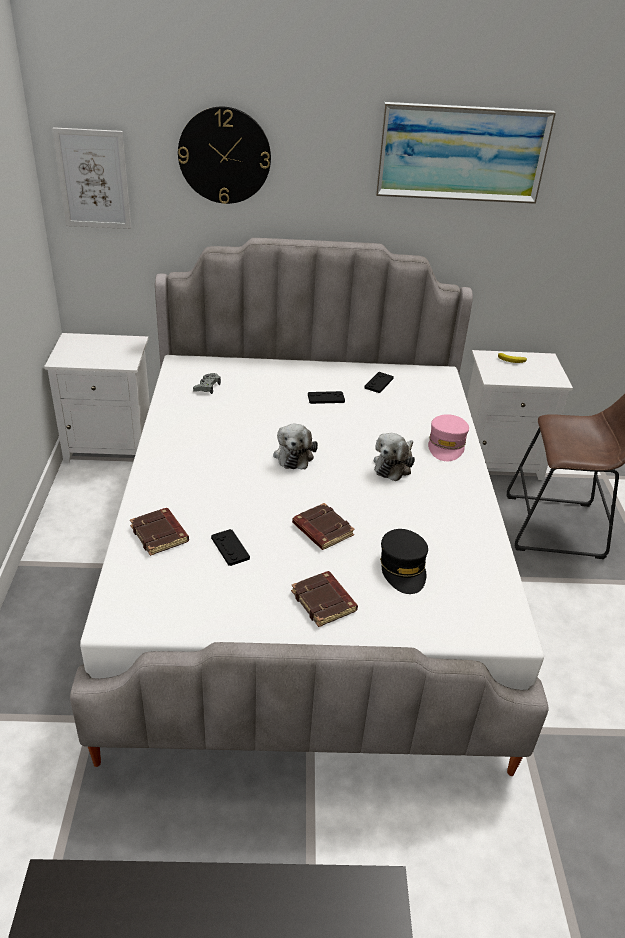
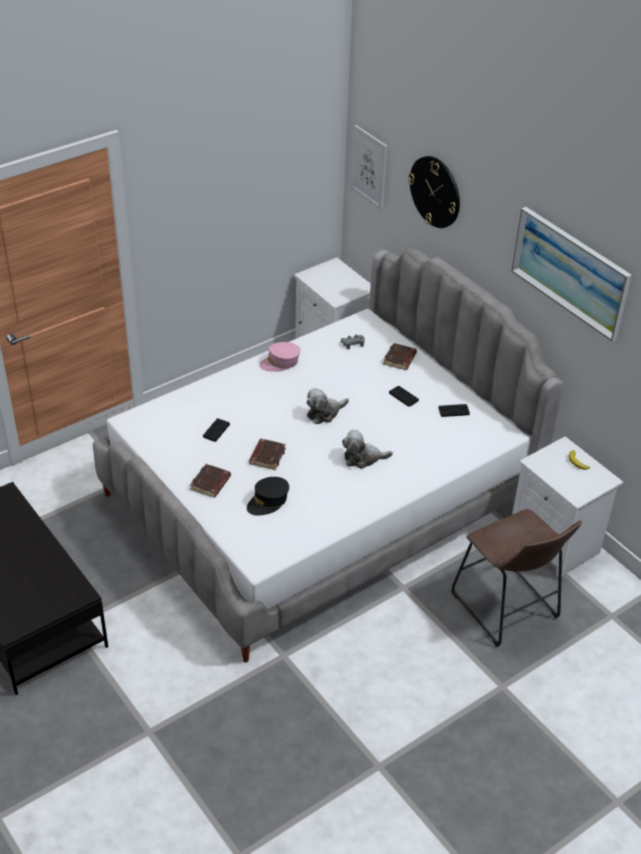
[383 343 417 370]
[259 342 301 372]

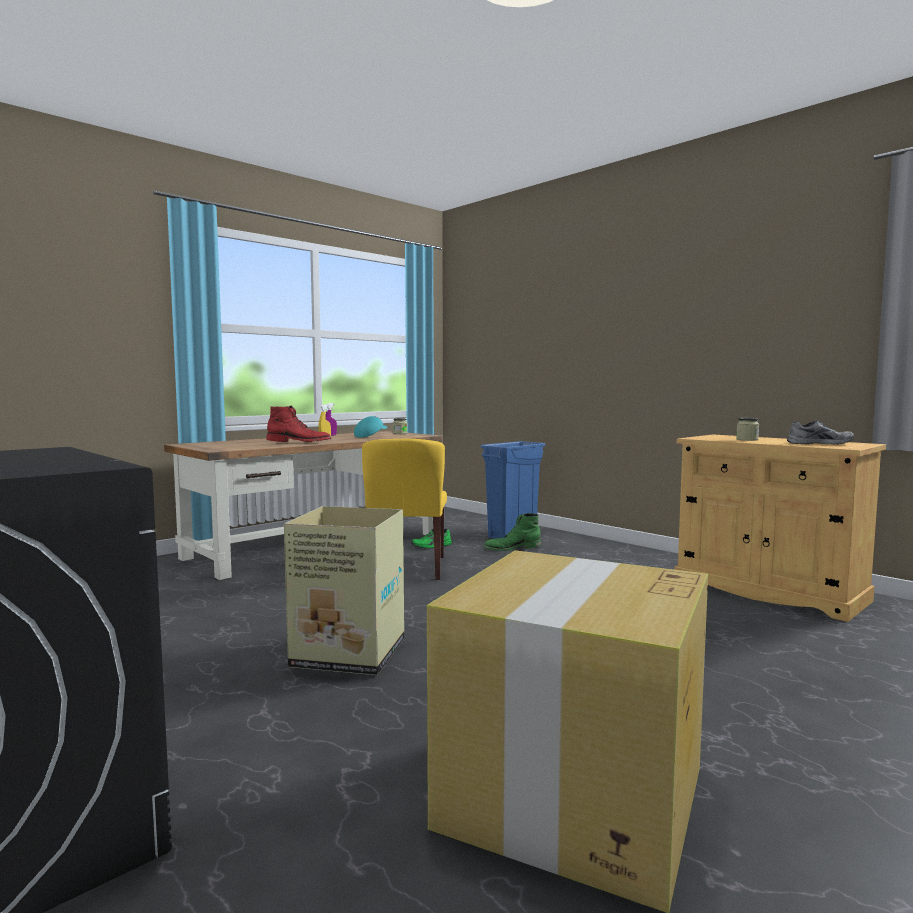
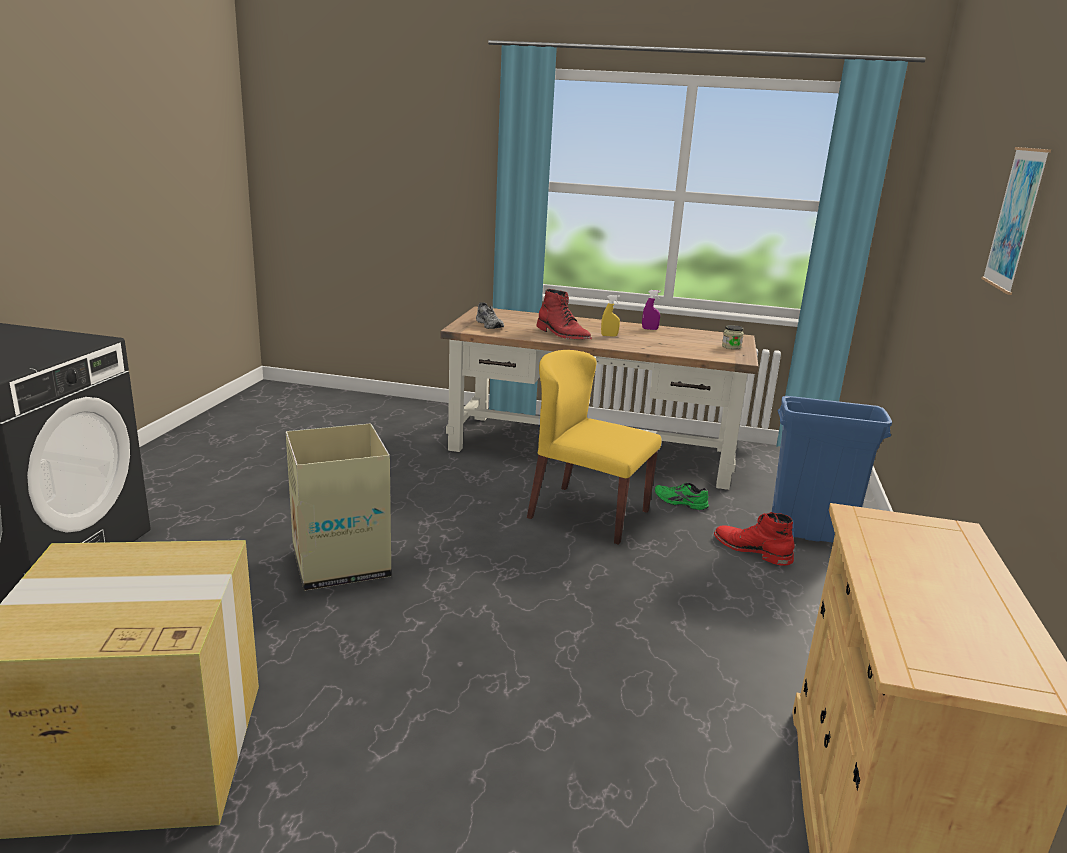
[354 416 387 438] (first image)
[736 418 759 441] (first image)
[981 147 1051 295]
[476 302 504 329]
[714 512 794 566]
[527 350 661 545]

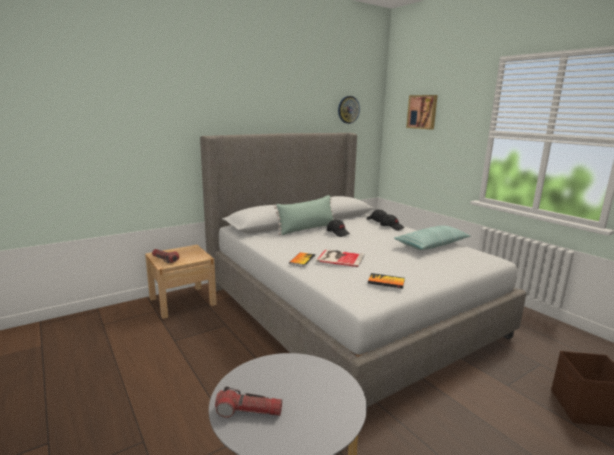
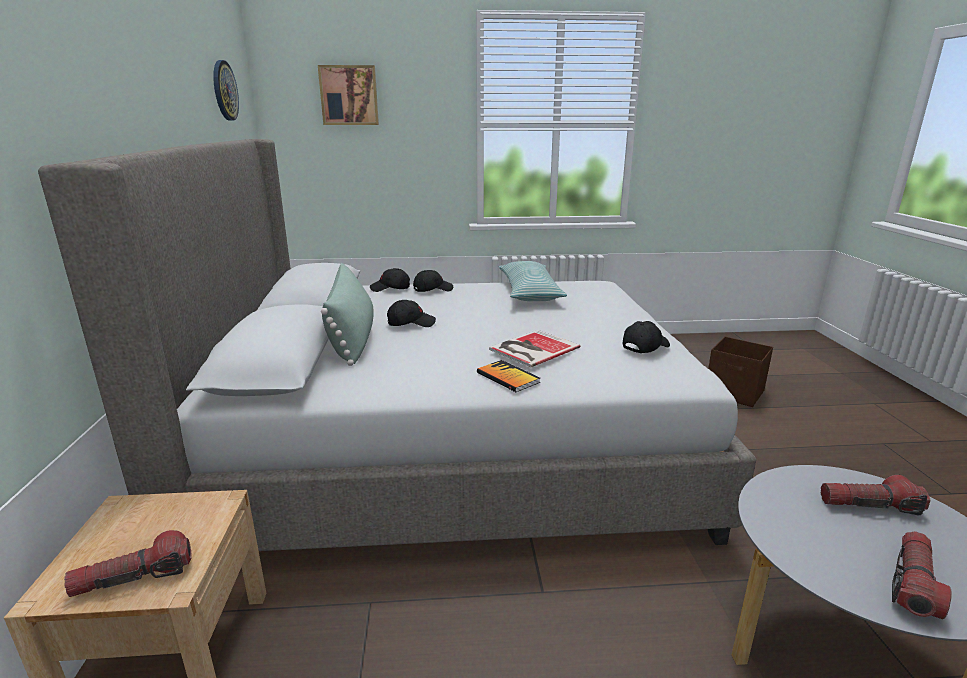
[821 475 930 515]
[623 321 670 353]

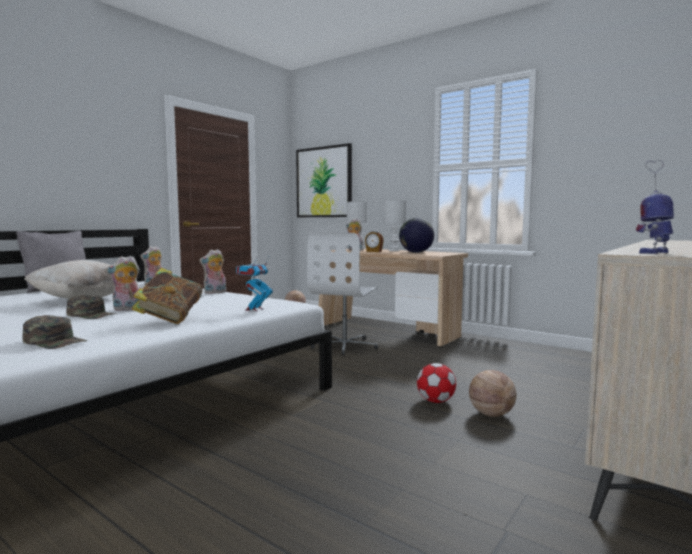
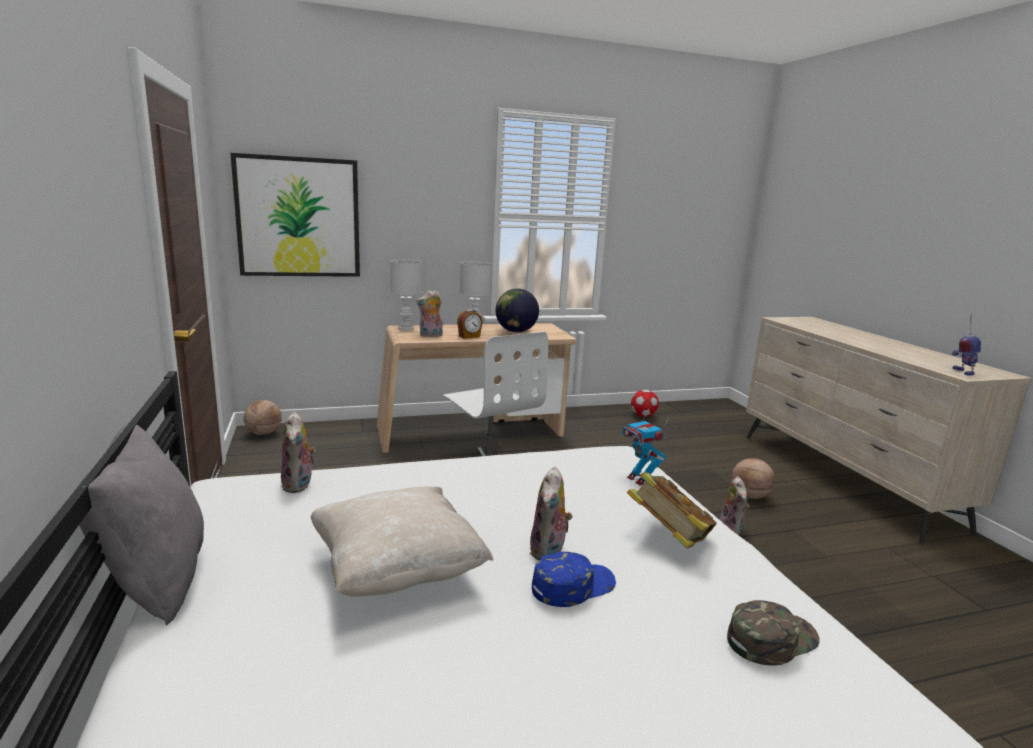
[720 476 749 535]
[631 390 659 417]
[532 552 616 607]

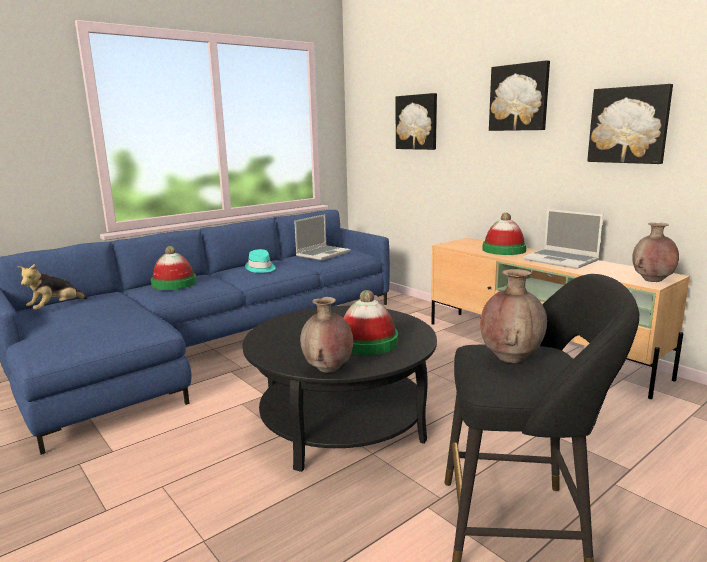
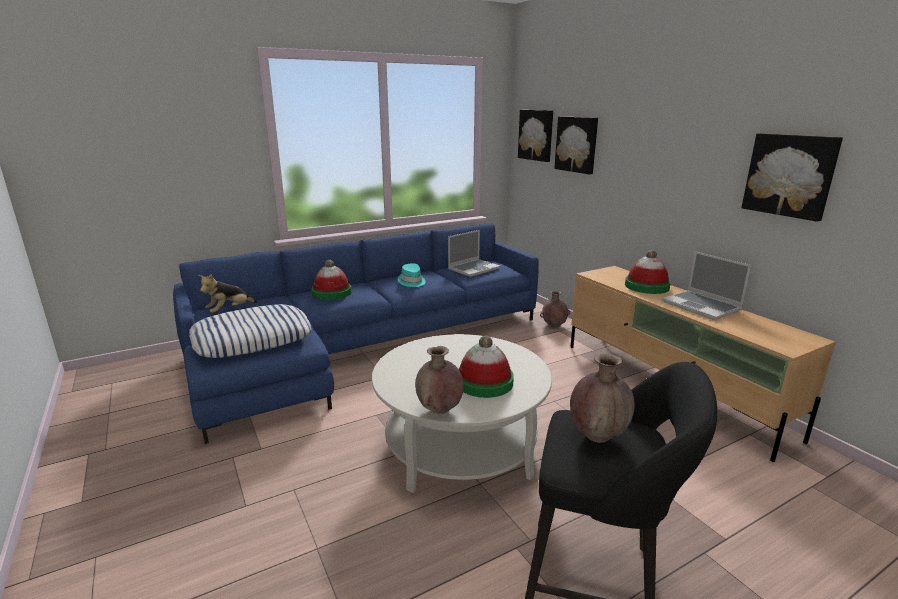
[189 304 312 358]
[518 110 553 162]
[540 290 570 328]
[372 334 552 493]

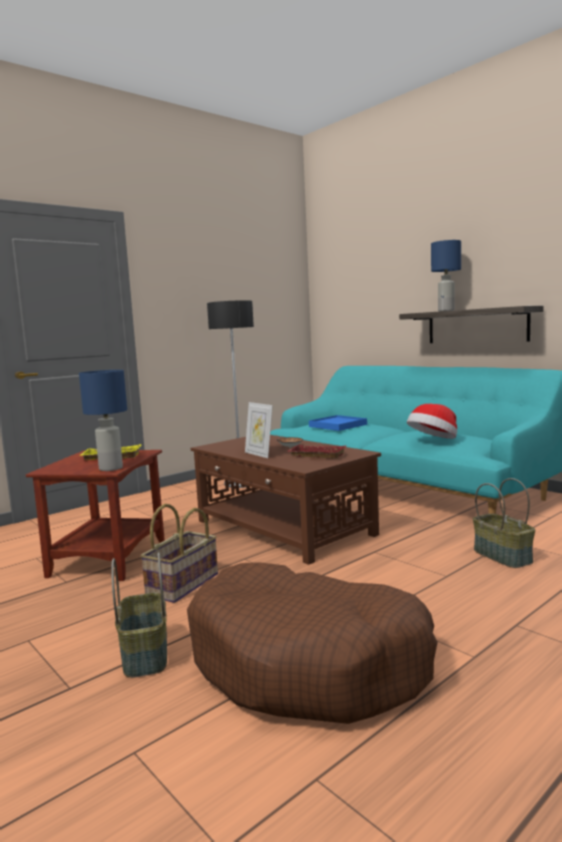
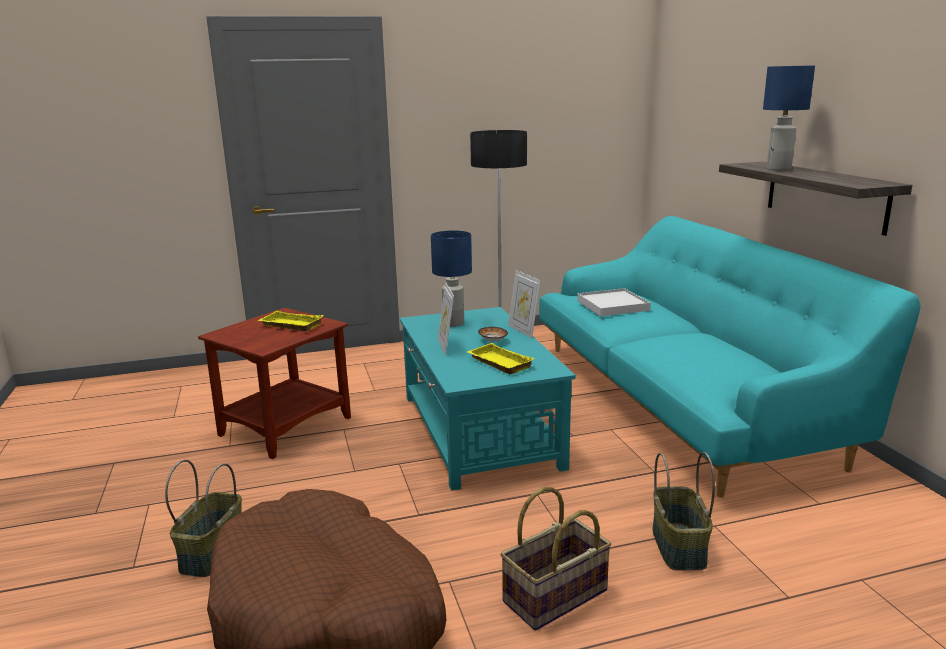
[407 404 457 439] (first image)
[508 270 541 338]
[431 231 472 327]
[500 487 611 631]
[400 307 576 491]
[467 343 534 374]
[577 288 651 317]

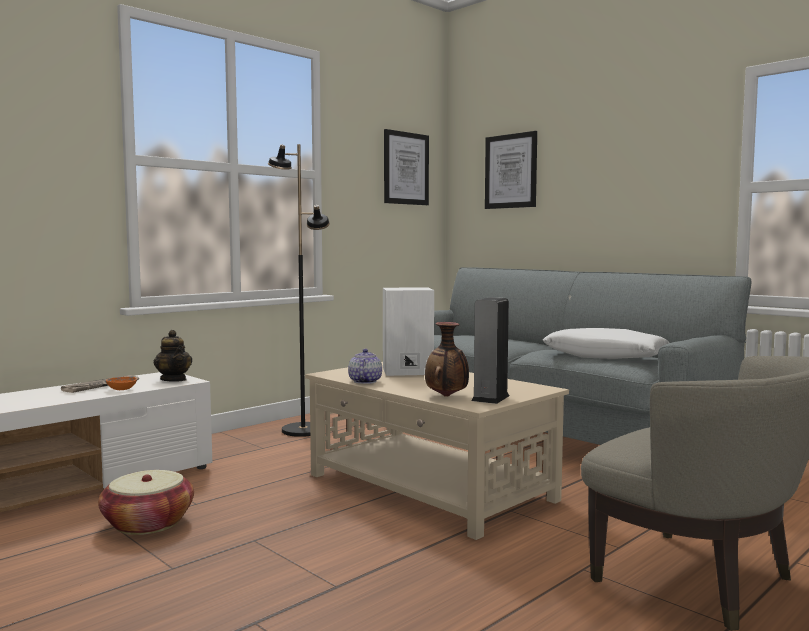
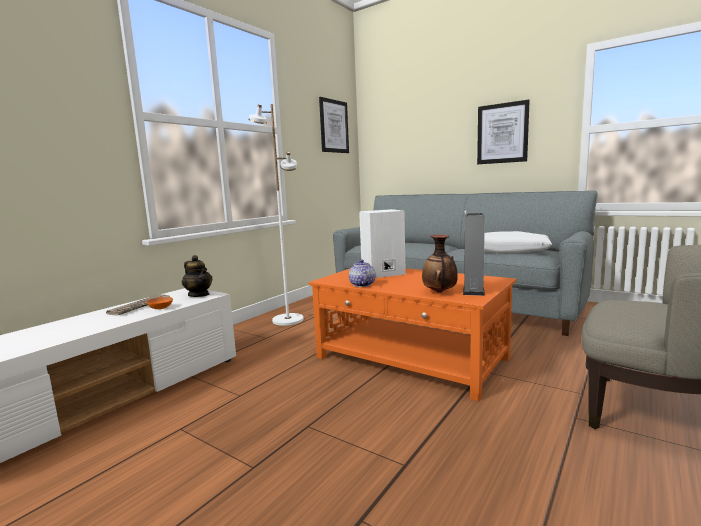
[98 470 194 535] (first image)
[477 100 530 164]
[248 104 304 326]
[309 268 516 401]

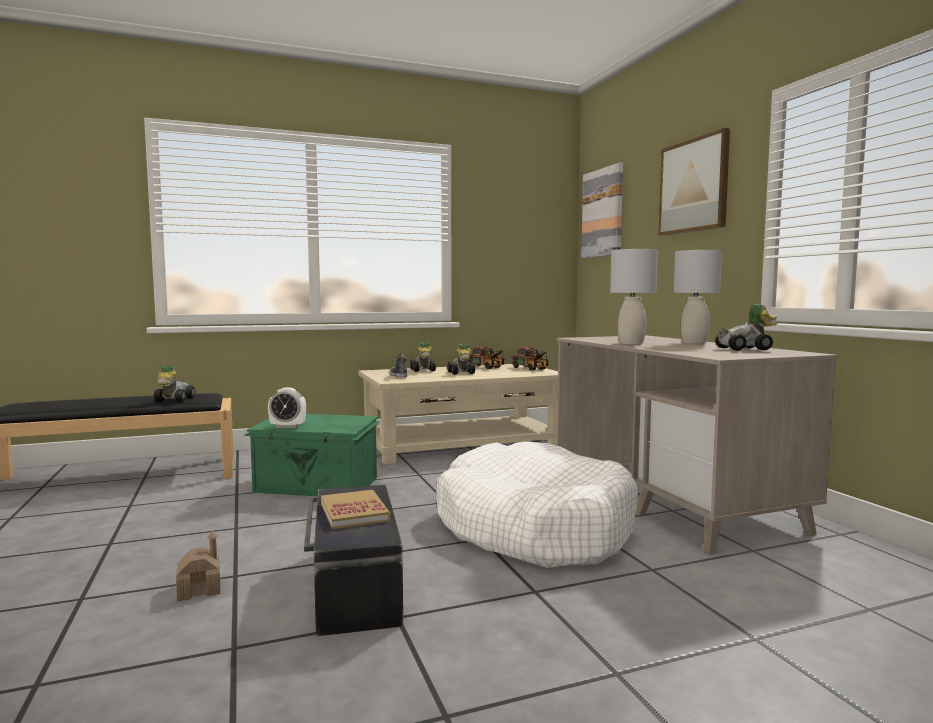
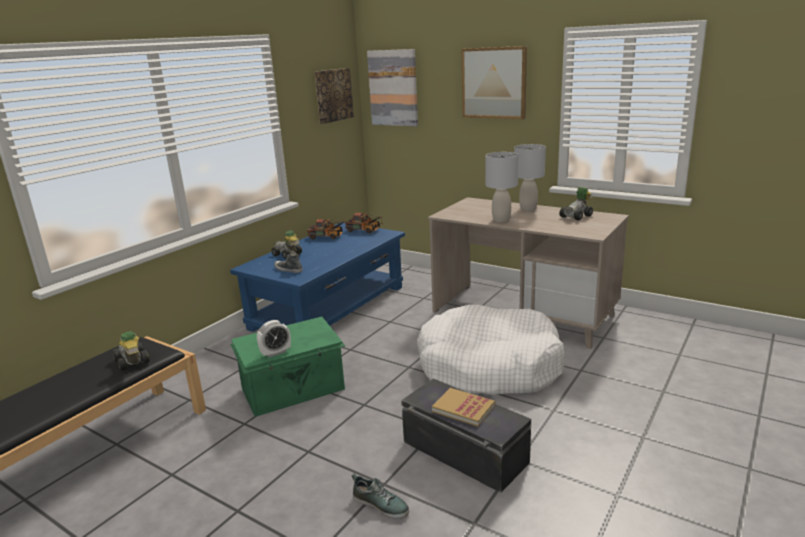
[447 344 475 375] (first image)
[315 68 354 124]
[352 474 409 519]
[230 222 405 332]

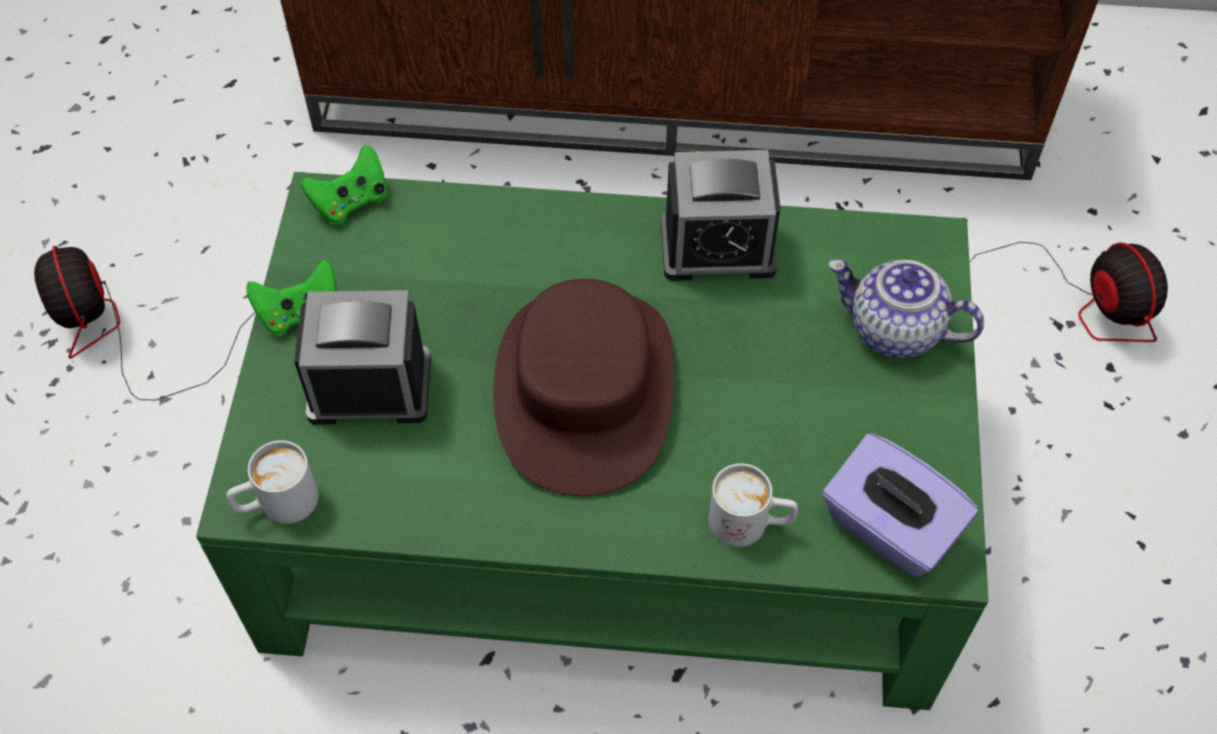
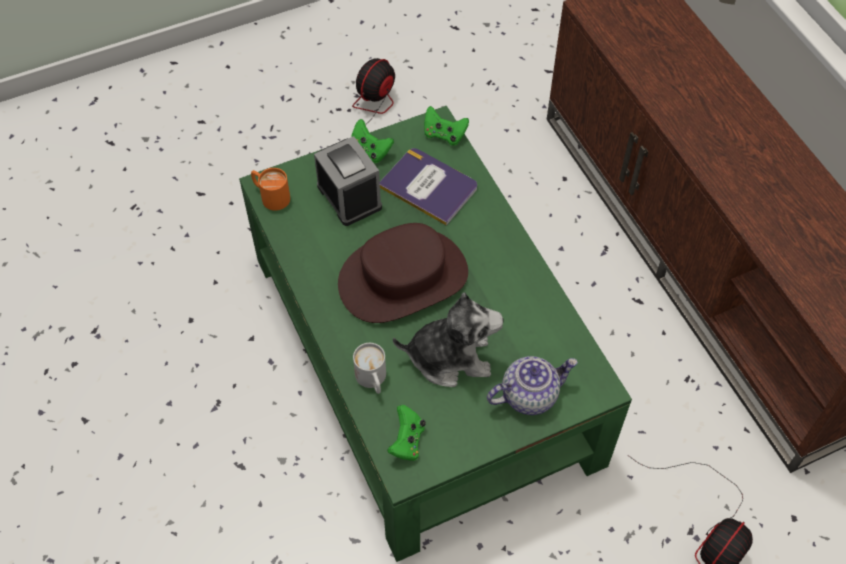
[661 150 781 281] (first image)
[380 148 477 226]
[393 292 504 387]
[387 405 426 461]
[251 168 290 211]
[487 356 578 415]

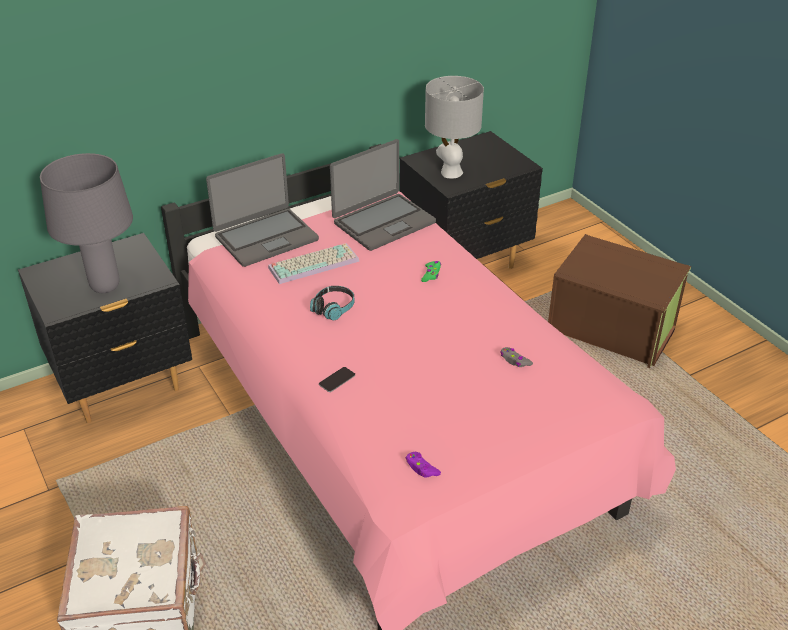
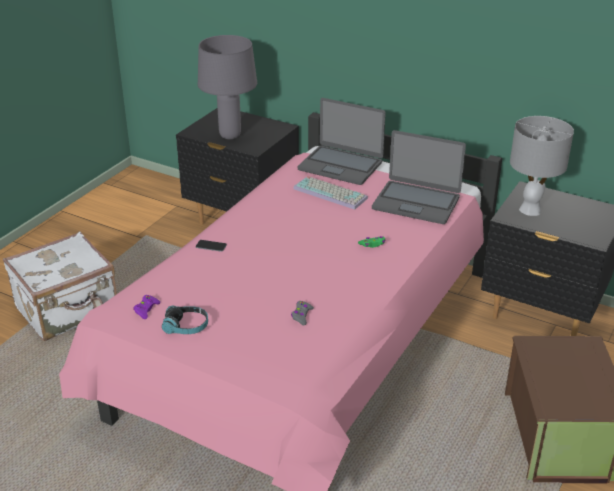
[162 305 208 334]

